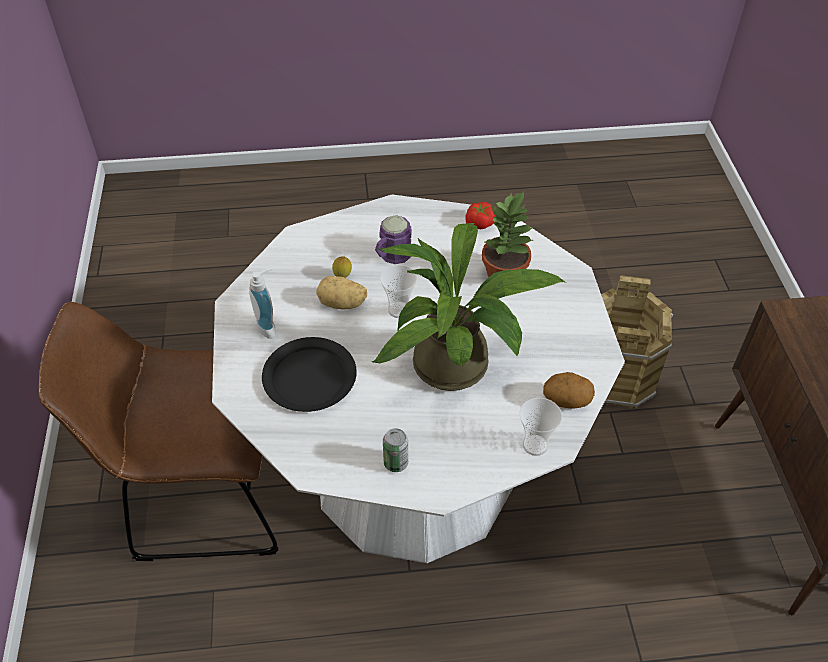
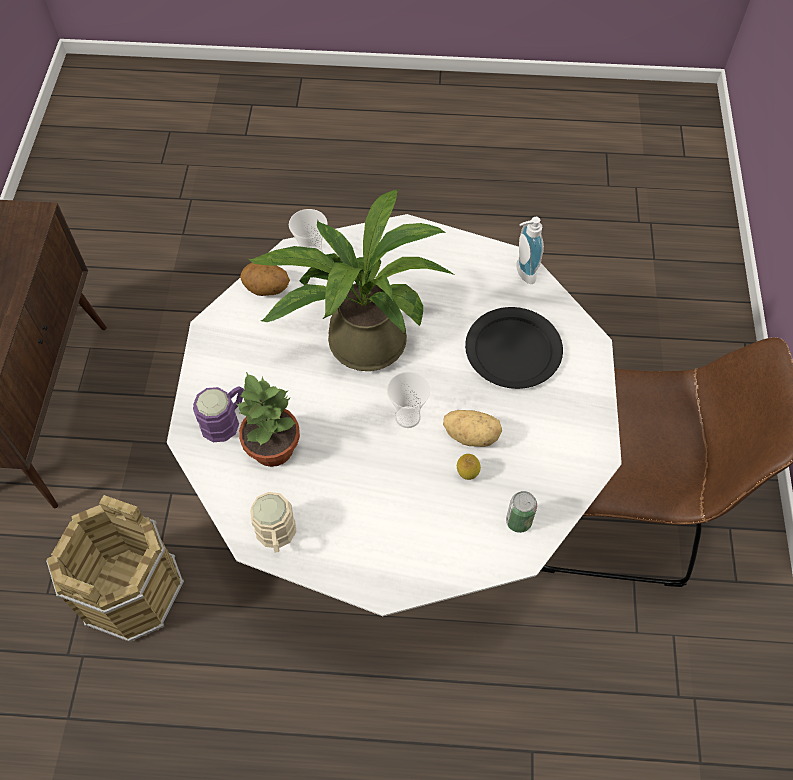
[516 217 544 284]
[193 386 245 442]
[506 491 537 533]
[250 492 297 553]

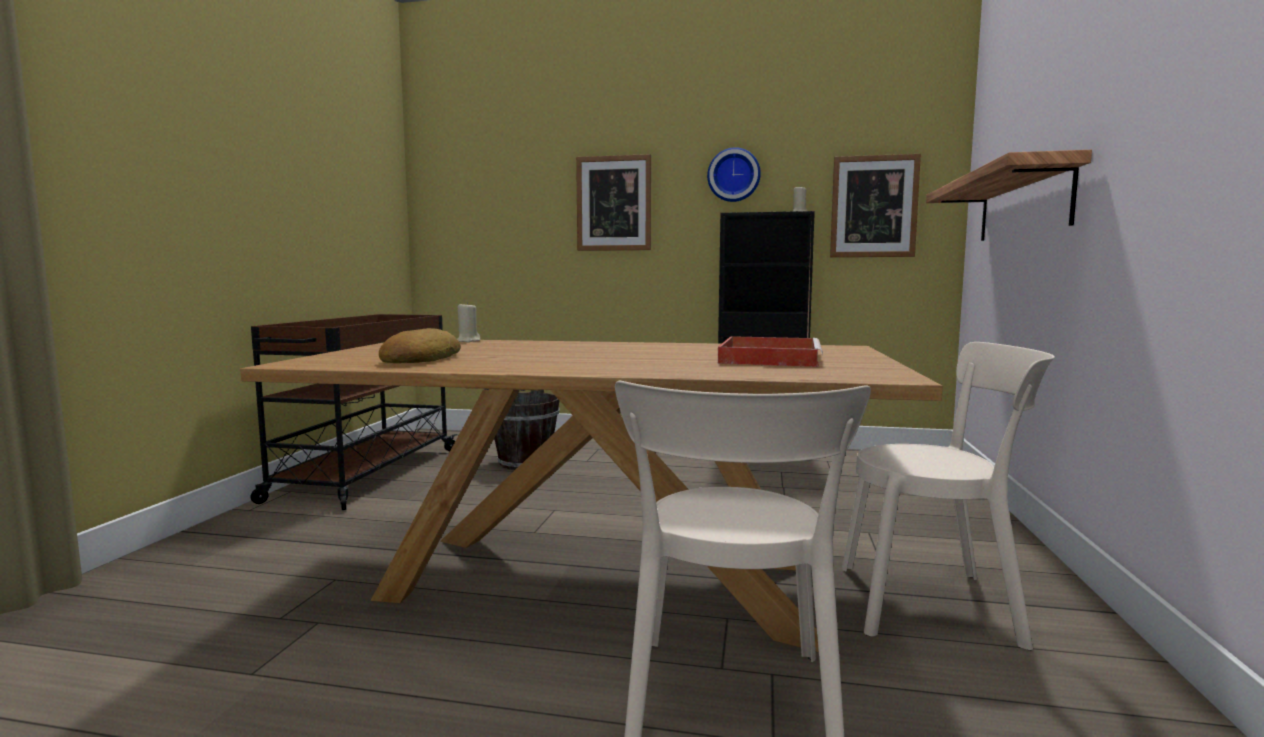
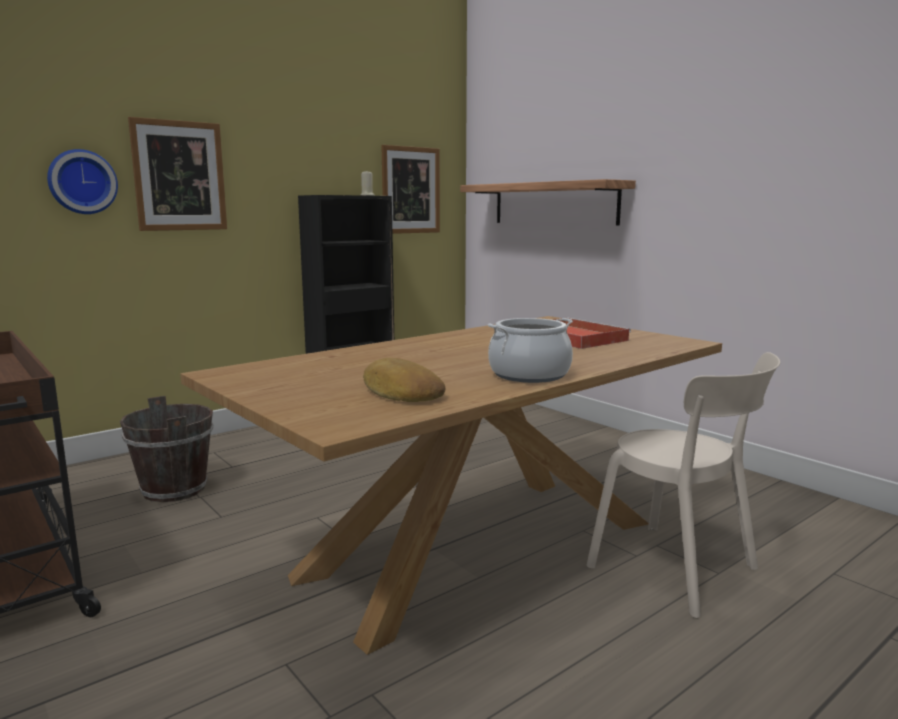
[458 302 481 342] (first image)
[842 342 1055 650] (first image)
[488 318 573 383]
[47 149 118 214]

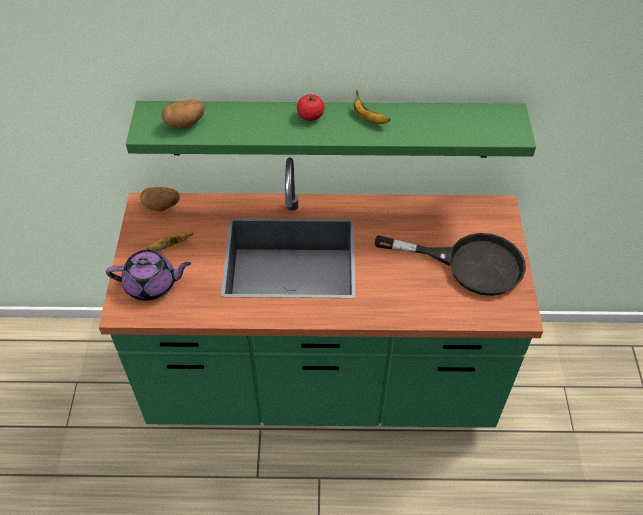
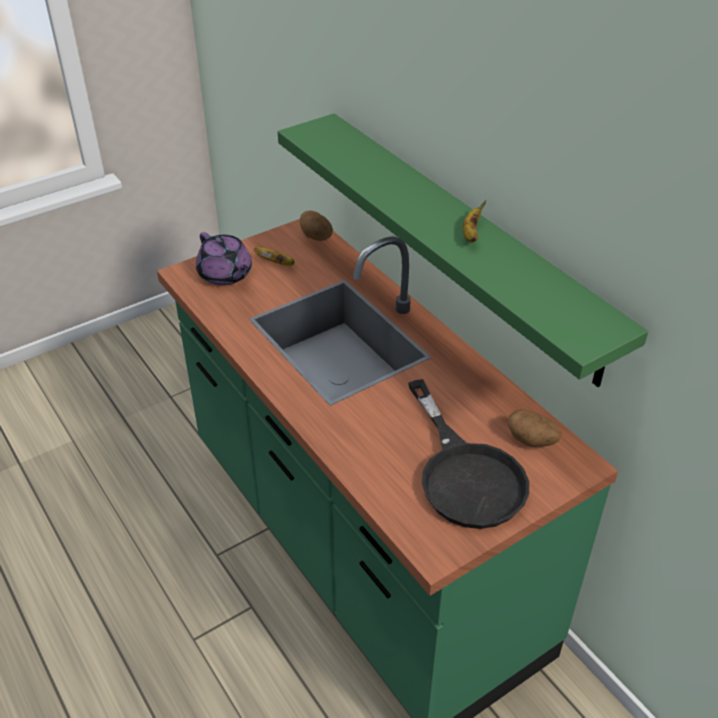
[297 94 324 121] (first image)
[508 409 562 447]

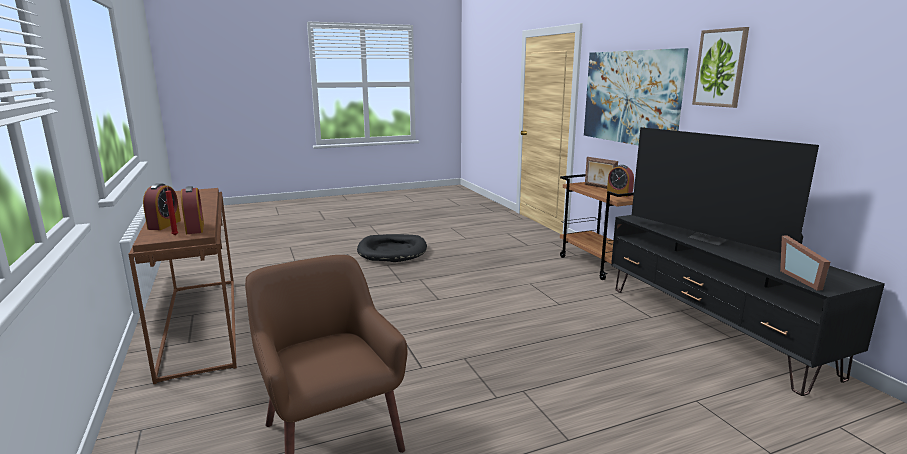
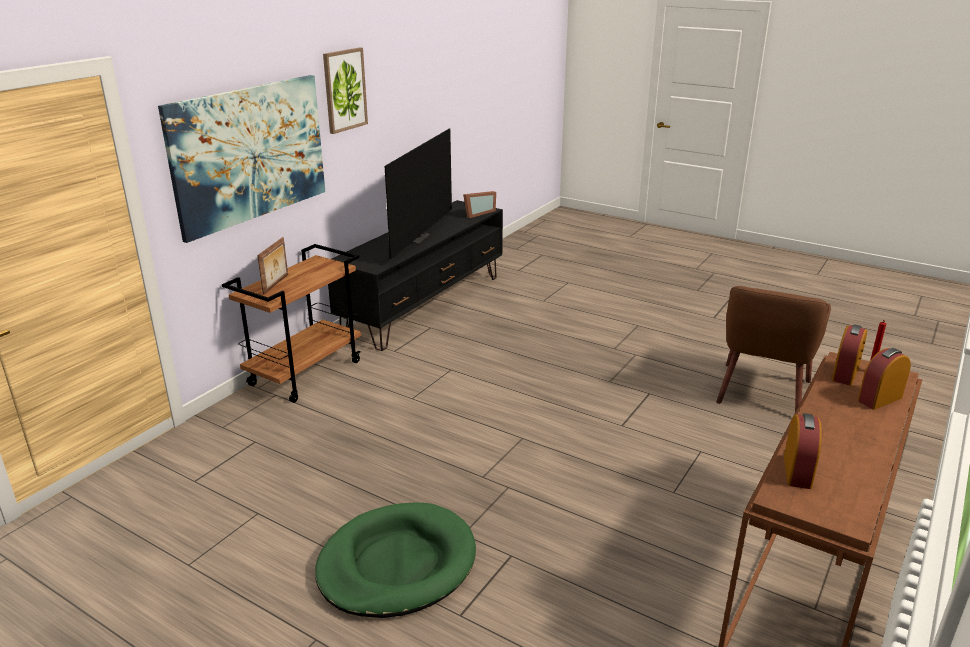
[784 413 822 489]
[315 502 476 618]

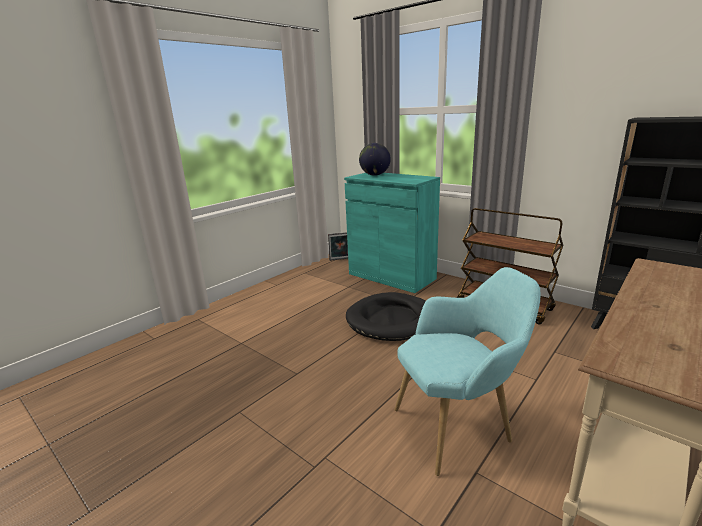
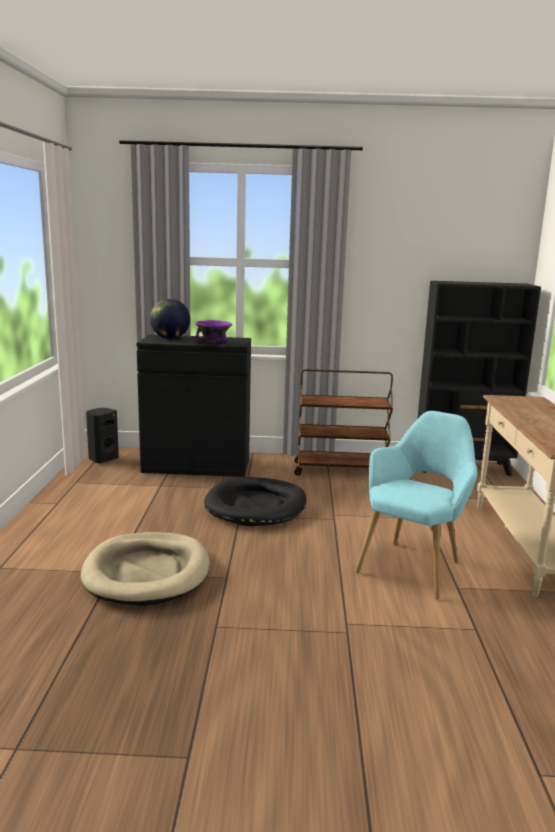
[81 532 210 606]
[195 320 232 343]
[86 408 119 463]
[136 335 251 477]

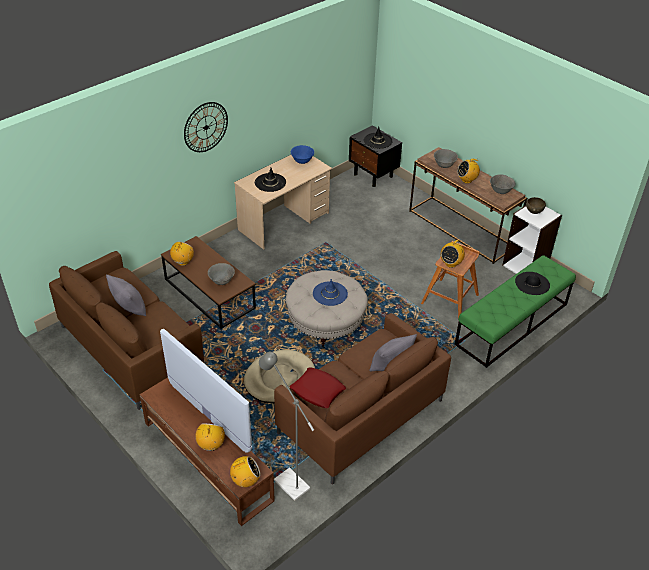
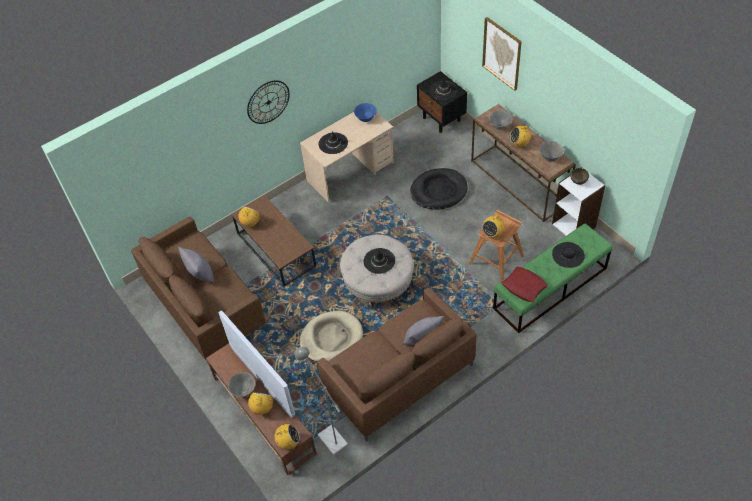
[410 168 467 210]
[482 17 522 91]
[228 372 255 397]
[501 266 548 303]
[364 248 395 274]

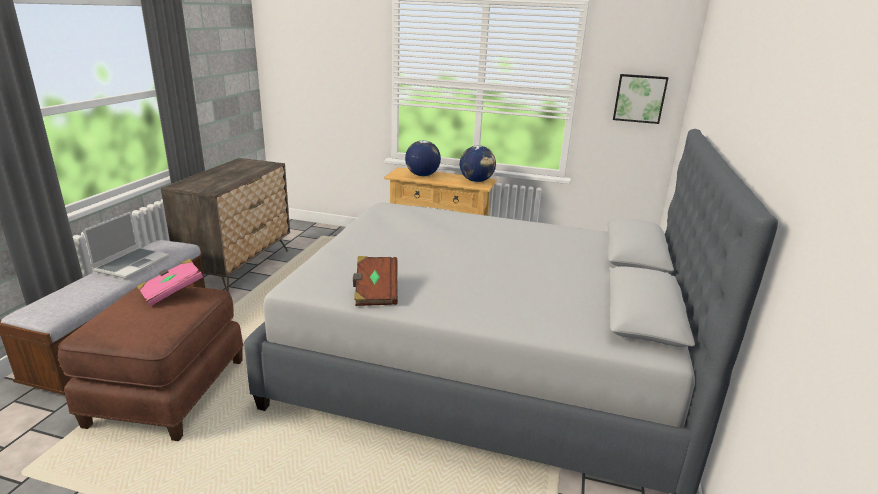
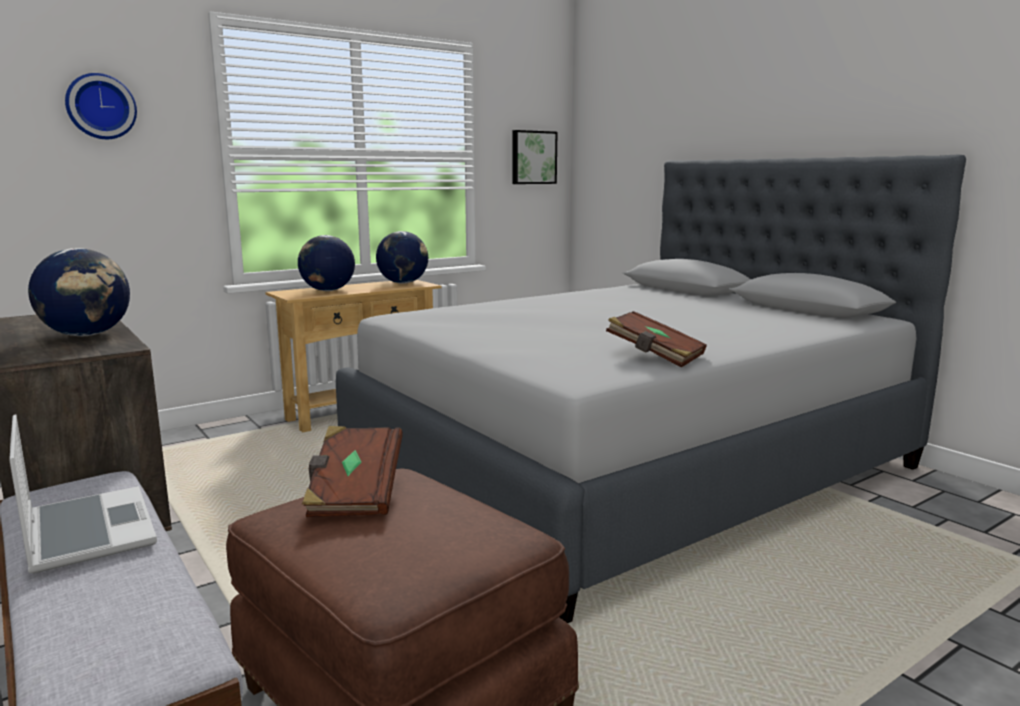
[28 248 130 336]
[65 73 137 139]
[301 426 403 517]

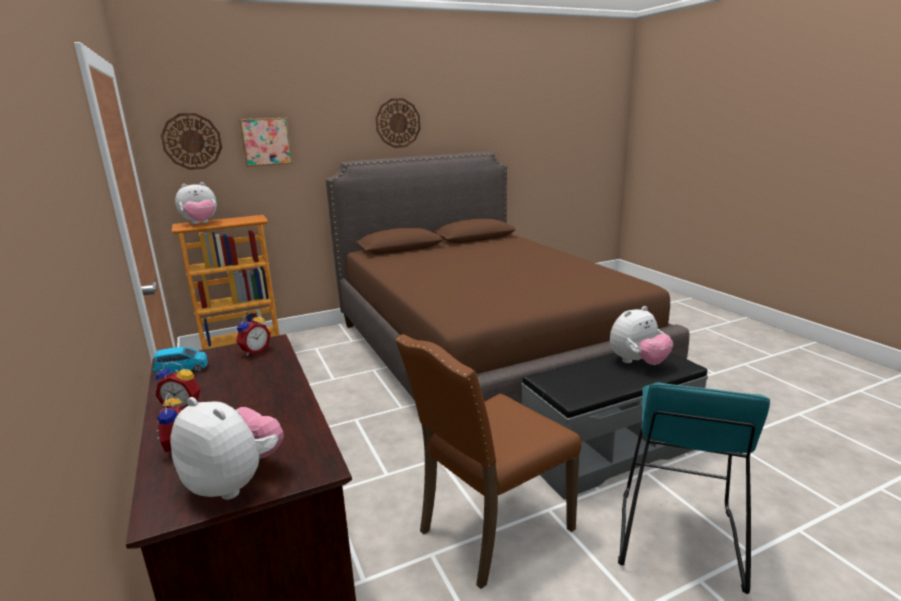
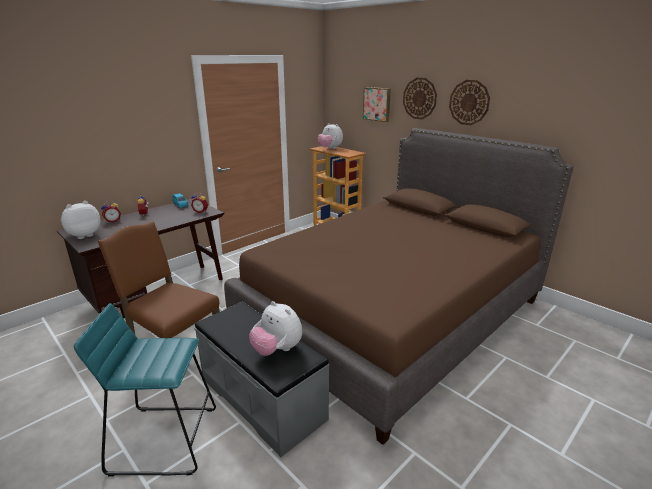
[403 78 437 119]
[60 201 100 239]

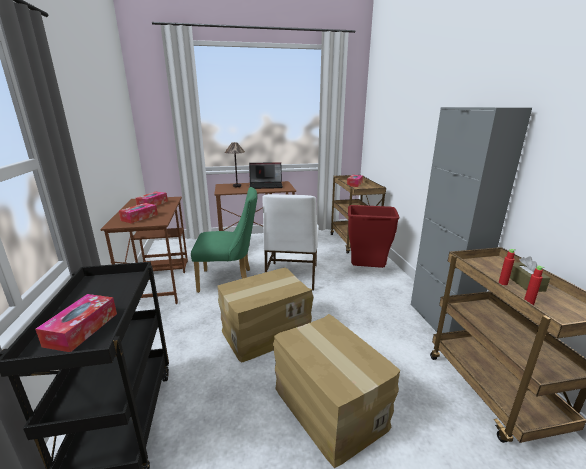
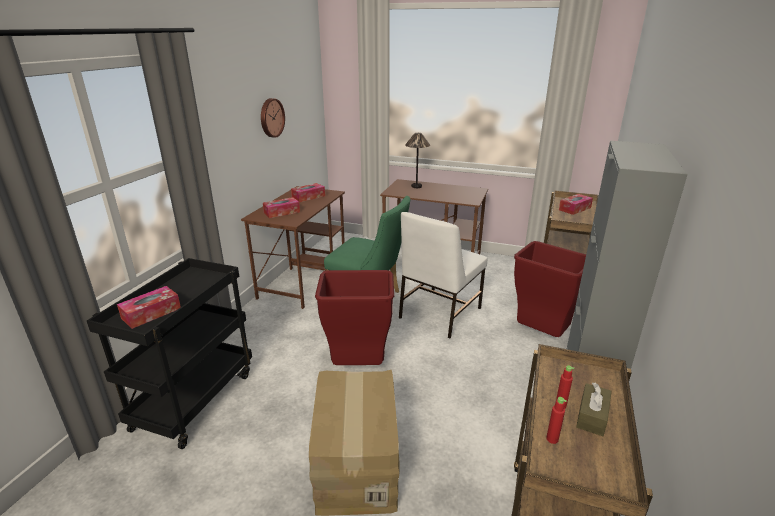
[249 162 283 189] (first image)
[261 98 285 138]
[315 270 394 365]

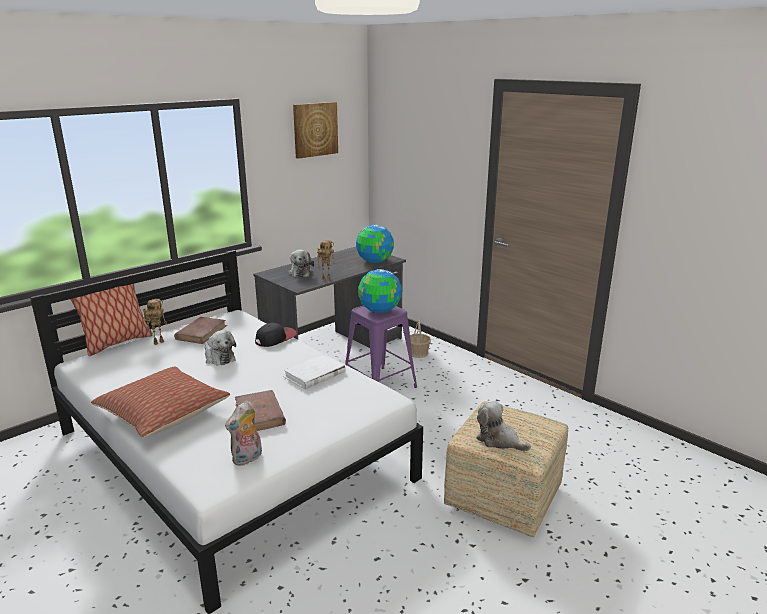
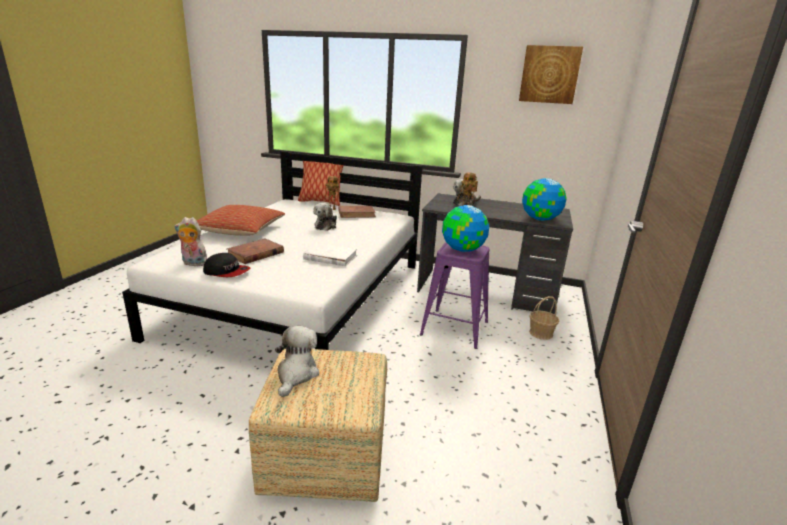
[203 253 251 277]

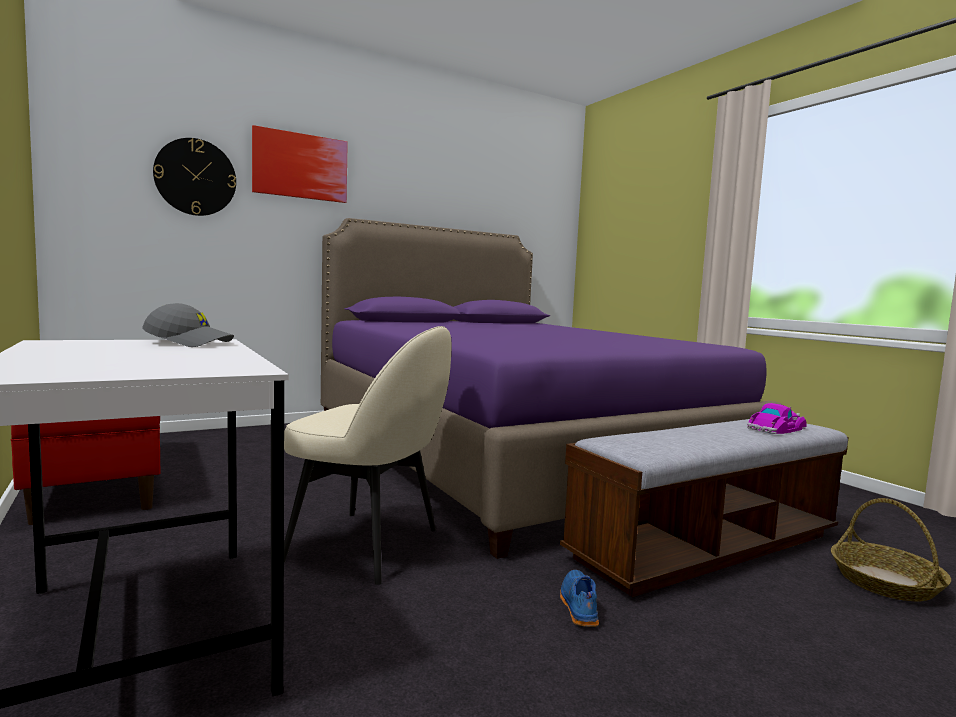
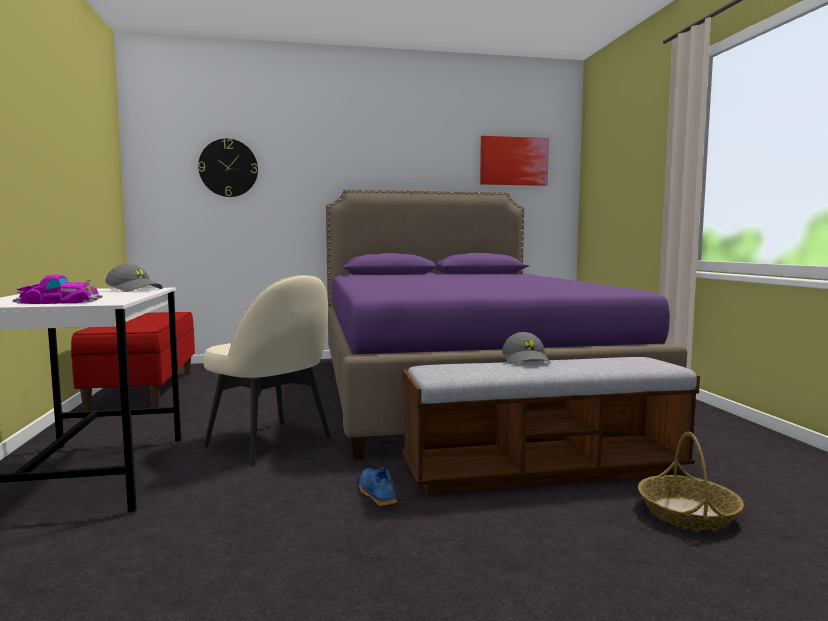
[502 332 551 364]
[480 136 549 186]
[13 274 103 304]
[359 468 397 506]

